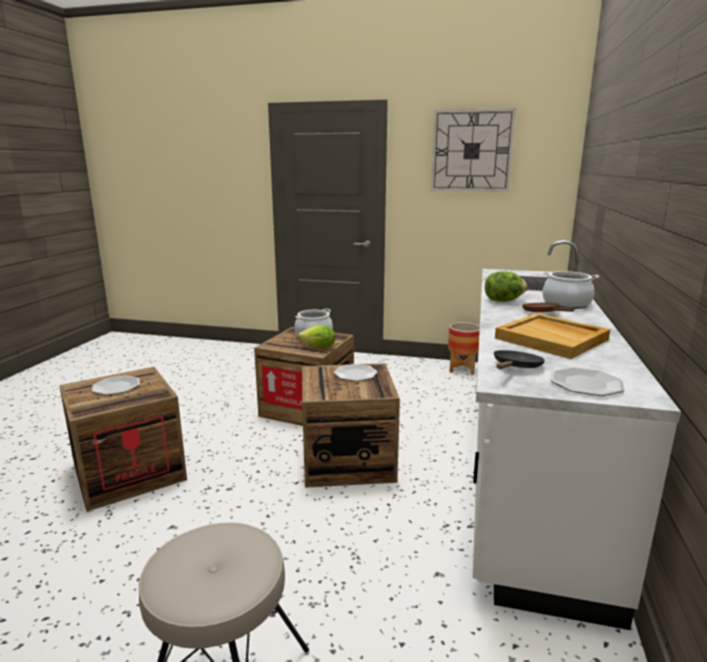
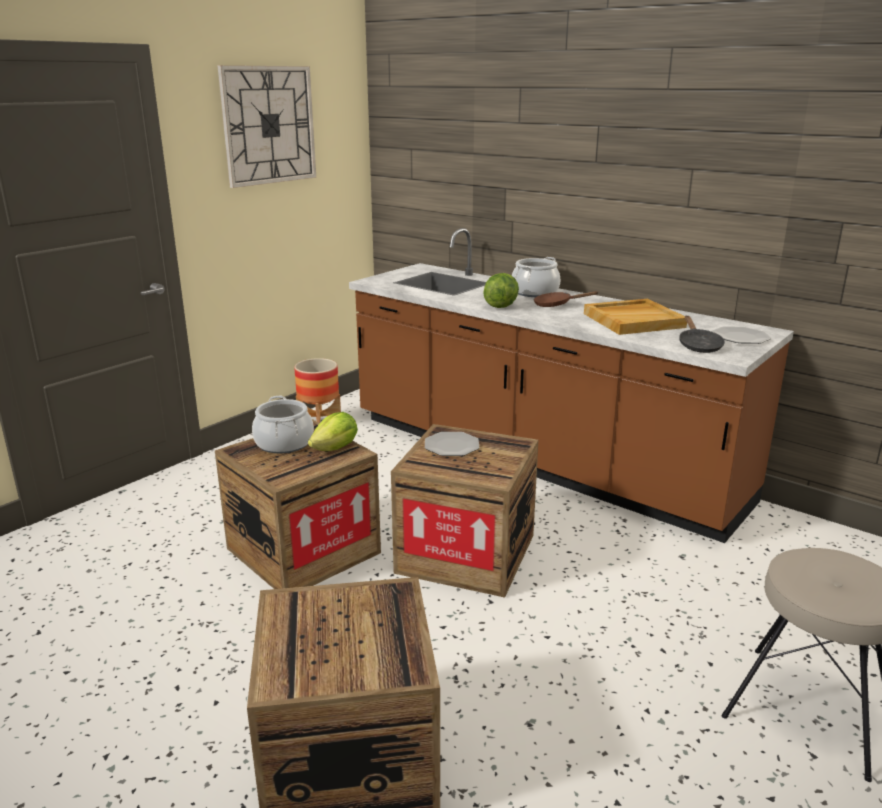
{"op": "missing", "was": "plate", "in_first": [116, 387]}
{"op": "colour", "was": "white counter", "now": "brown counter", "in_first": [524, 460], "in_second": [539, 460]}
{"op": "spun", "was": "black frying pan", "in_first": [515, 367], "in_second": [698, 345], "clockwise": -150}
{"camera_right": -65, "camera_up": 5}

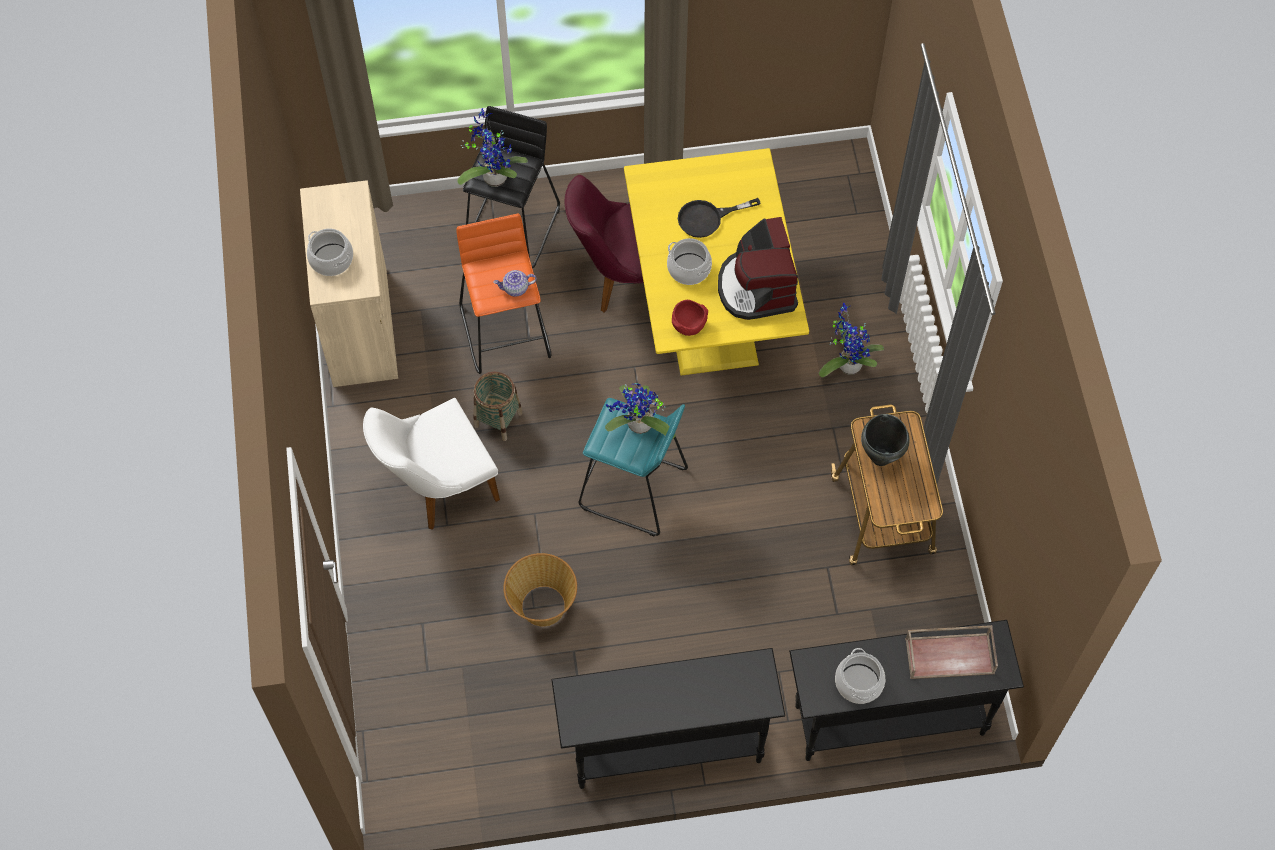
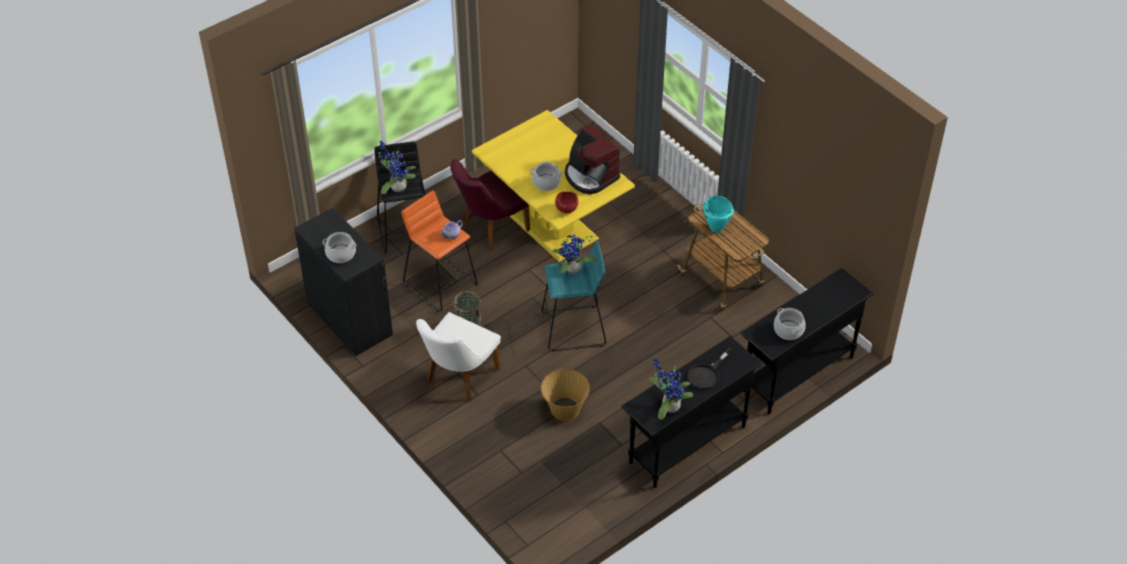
{"op": "missing", "was": "brown tray", "in_first": [950, 655]}
{"op": "relocated", "was": "black frying pan", "in_first": [707, 218], "in_second": [707, 374]}
{"op": "relocated", "was": "potted plant", "in_first": [847, 363], "in_second": [668, 406]}
{"op": "colour", "was": "beige cabinet", "now": "black cabinet", "in_first": [360, 327], "in_second": [349, 319]}
{"op": "colour", "was": "black cooking pot", "now": "turquoise cooking pot", "in_first": [880, 457], "in_second": [716, 228]}
{"camera_right": -30, "camera_up": -15}

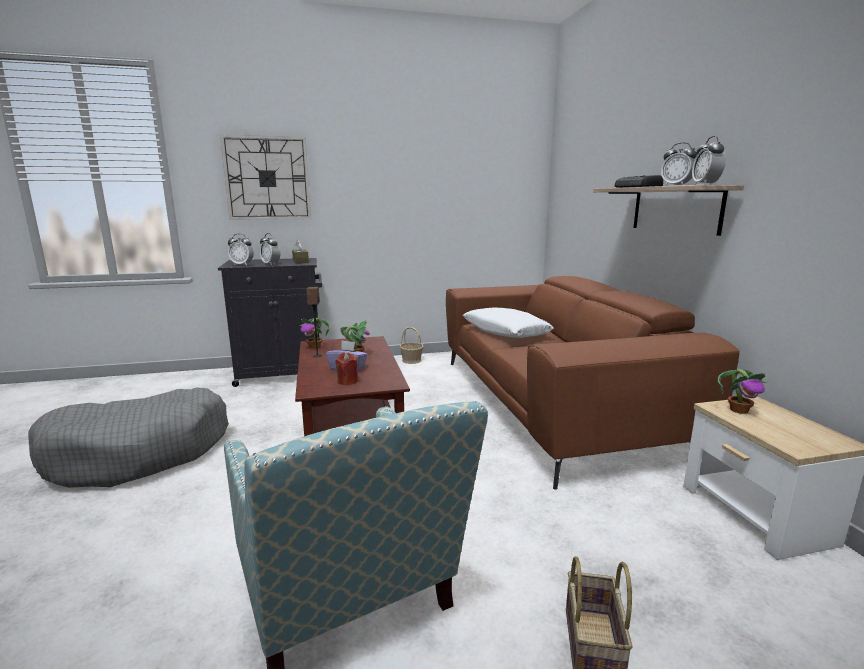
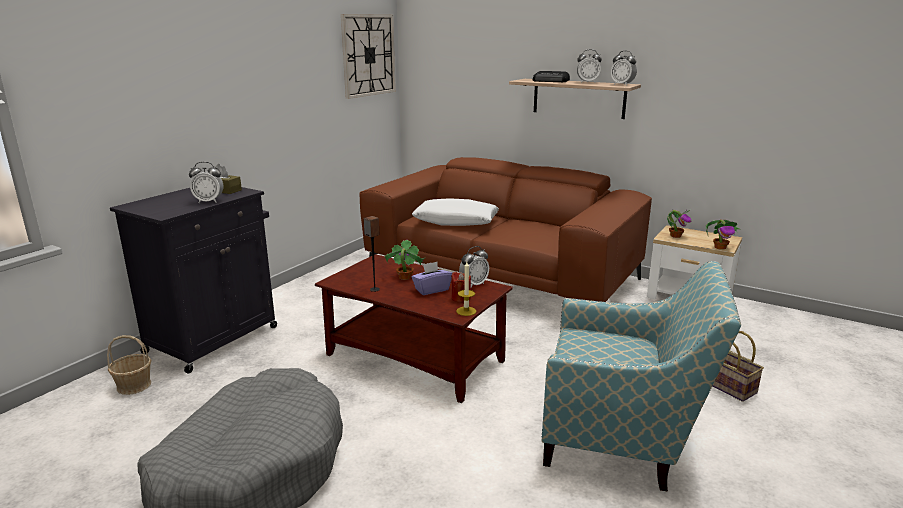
{"op": "appeared", "now": "candle", "in_second": [466, 311]}
{"op": "relocated", "was": "wall clock", "in_first": [267, 178], "in_second": [368, 55]}
{"op": "relocated", "was": "alarm clock", "in_first": [242, 265], "in_second": [474, 284]}
{"op": "relocated", "was": "potted plant", "in_first": [315, 347], "in_second": [720, 247]}
{"op": "relocated", "was": "basket", "in_first": [411, 360], "in_second": [134, 385]}
{"camera_right": -45, "camera_up": 5}

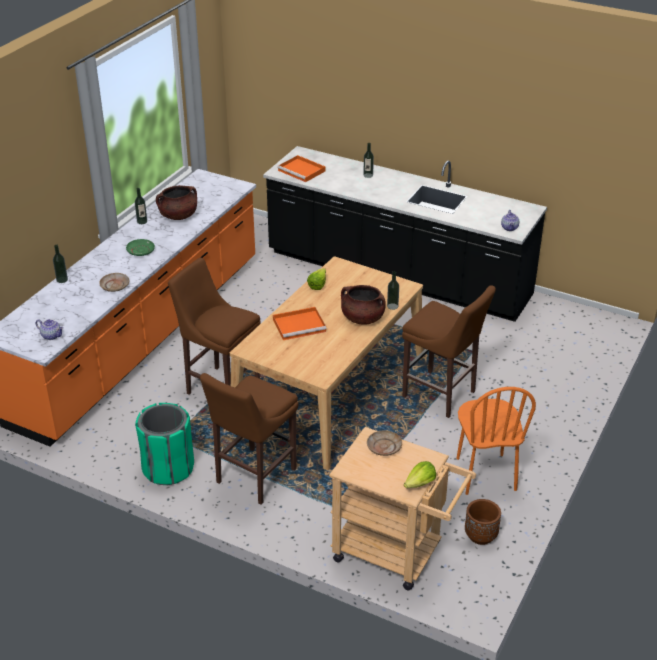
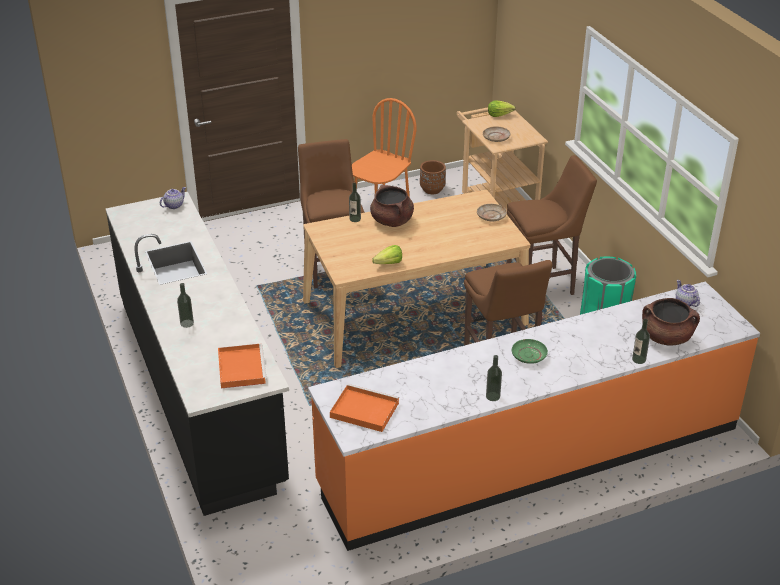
{"op": "relocated", "was": "beige plate", "in_first": [115, 286], "in_second": [491, 216]}
{"op": "relocated", "was": "brown cooking pot", "in_first": [178, 216], "in_second": [666, 337]}
{"op": "relocated", "was": "orange tray", "in_first": [300, 325], "in_second": [363, 410]}
{"camera_right": -140, "camera_up": 0}

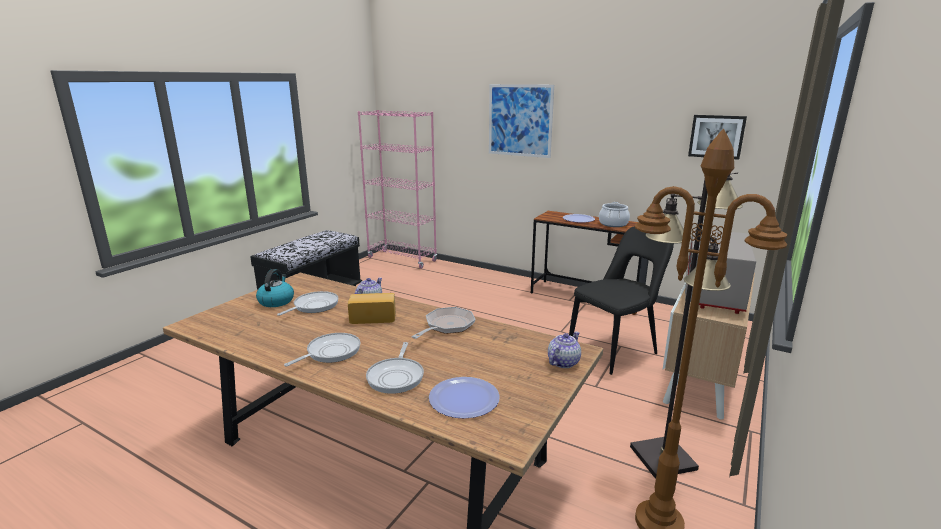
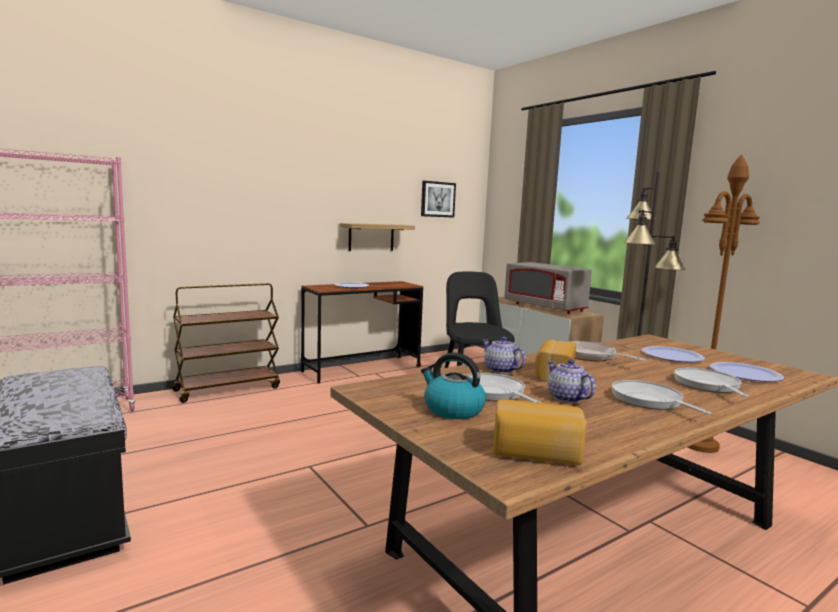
{"op": "missing", "was": "picture", "in_first": [520, 120]}
{"op": "missing", "was": "cooking pot", "in_first": [613, 224]}
{"op": "appeared", "now": "brown cart", "in_second": [228, 389]}
{"op": "appeared", "now": "shelf", "in_second": [371, 237]}
{"op": "appeared", "now": "bread", "in_second": [536, 454]}
{"op": "appeared", "now": "plate", "in_second": [672, 356]}
{"op": "relocated", "was": "teapot", "in_first": [563, 362], "in_second": [566, 398]}
{"op": "spun", "was": "frying pan", "in_first": [396, 376], "in_second": [708, 385], "clockwise": -120}
{"camera_right": -65, "camera_up": -10}

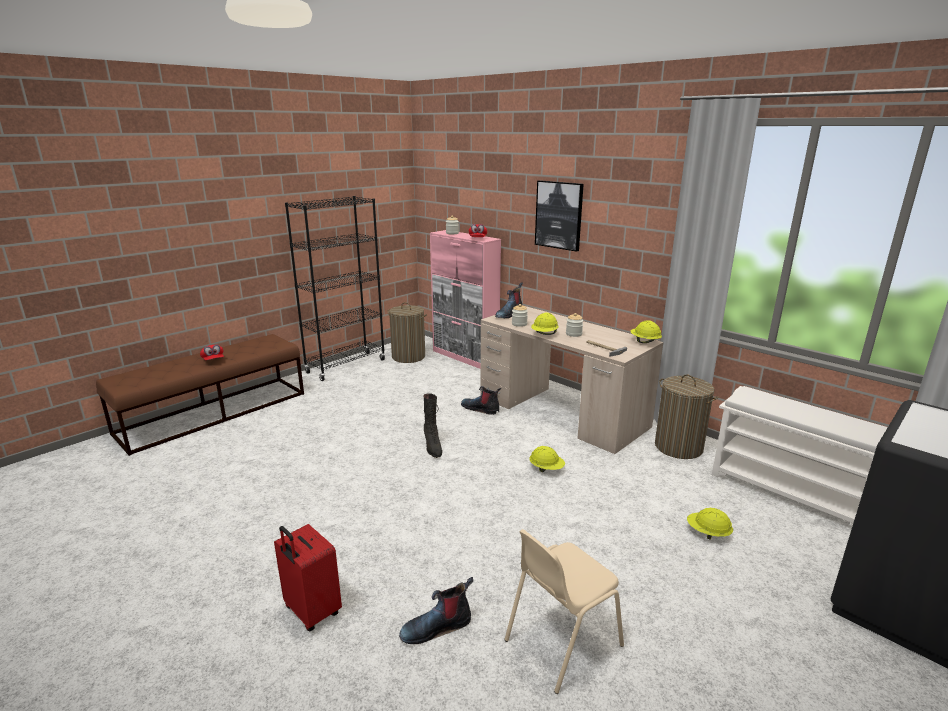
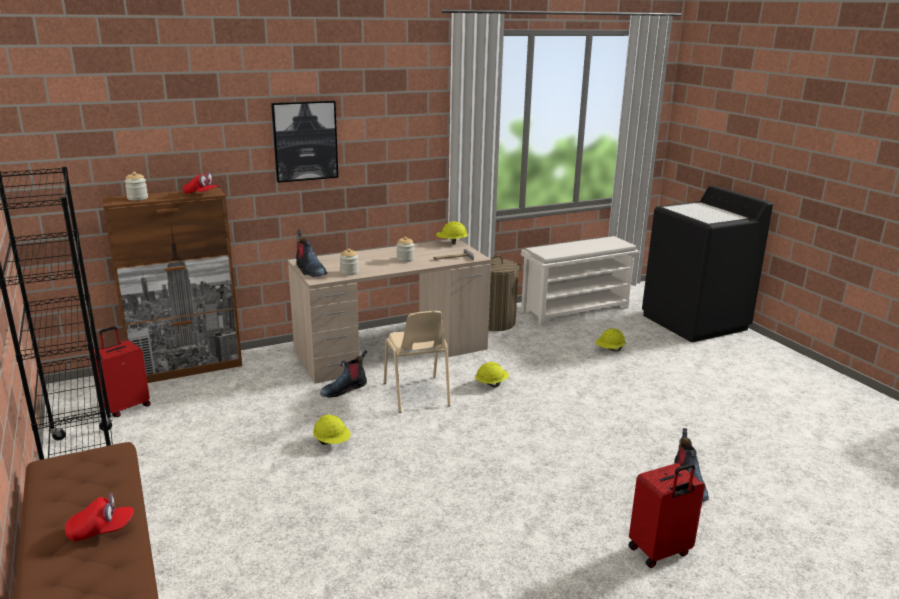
{"op": "missing", "was": "black boot", "in_first": [432, 447]}
{"op": "relocated", "was": "beige chair", "in_first": [561, 642], "in_second": [416, 395]}
{"op": "relocated", "was": "yellow hard hat", "in_first": [544, 334], "in_second": [332, 442]}
{"op": "exchanged", "was": "laundry basket", "now": "red suitcase", "in_first": [408, 356], "in_second": [125, 407]}
{"op": "colour", "was": "pink cabinet", "now": "brown cabinet", "in_first": [465, 357], "in_second": [187, 368]}
{"camera_right": -70, "camera_up": 0}

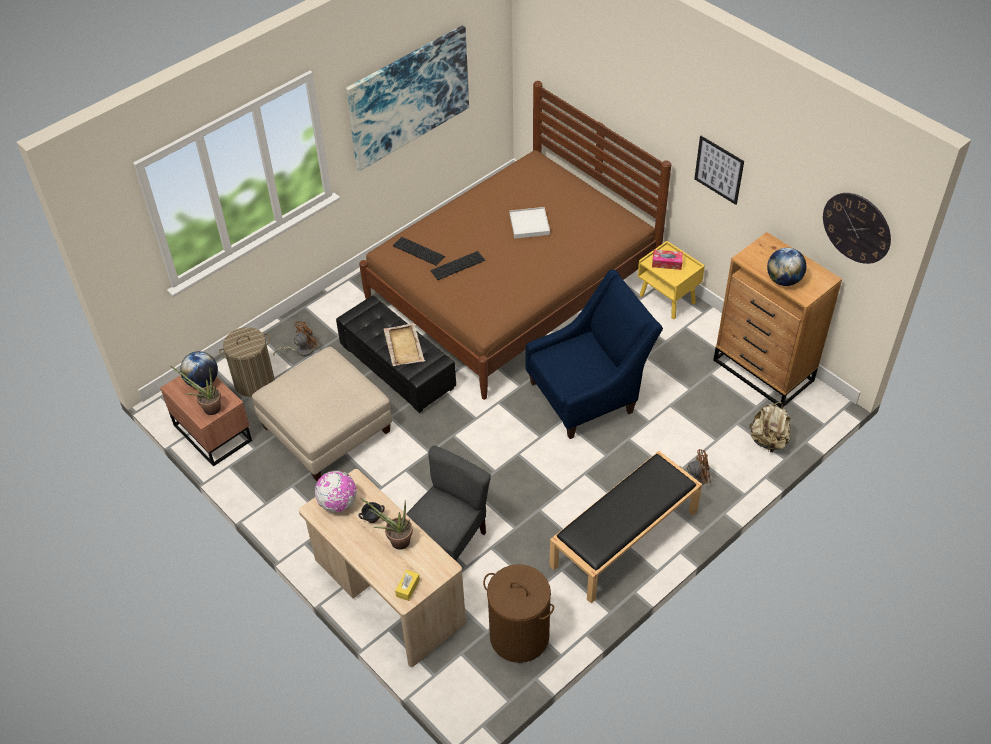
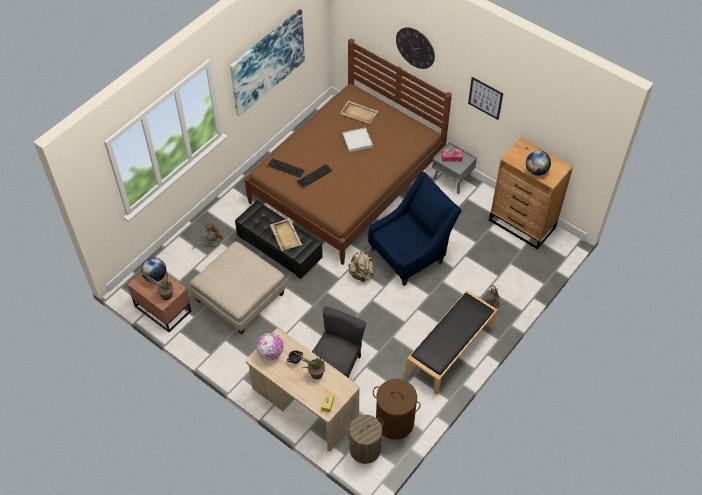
{"op": "appeared", "now": "beige tray", "in_second": [358, 113]}
{"op": "relocated", "was": "laundry basket", "in_first": [254, 382], "in_second": [365, 449]}
{"op": "relocated", "was": "beige backpack", "in_first": [768, 441], "in_second": [361, 274]}
{"op": "relocated", "was": "wall clock", "in_first": [856, 227], "in_second": [415, 47]}
{"op": "colour", "was": "yellow nightstand", "now": "grey nightstand", "in_first": [668, 299], "in_second": [452, 180]}
{"camera_right": -10, "camera_up": 5}

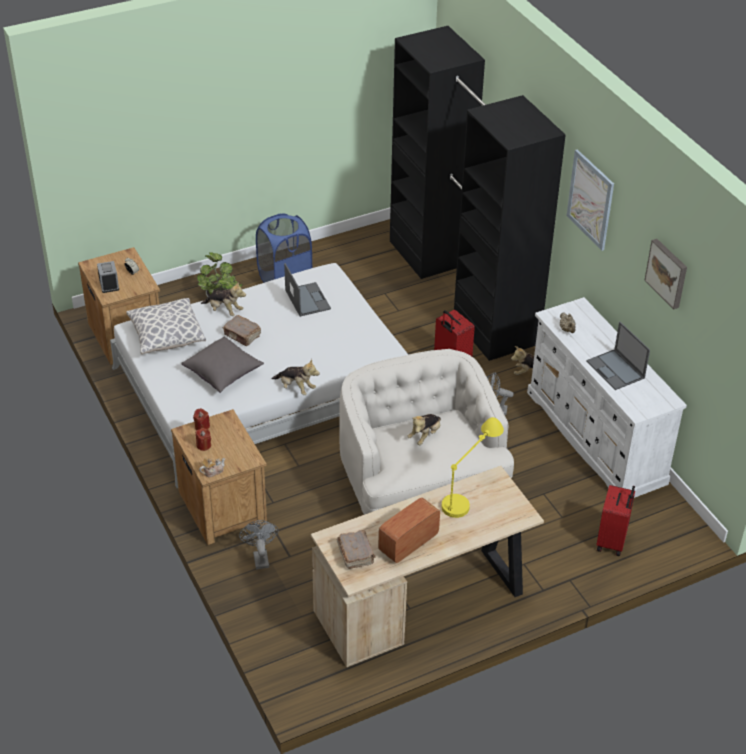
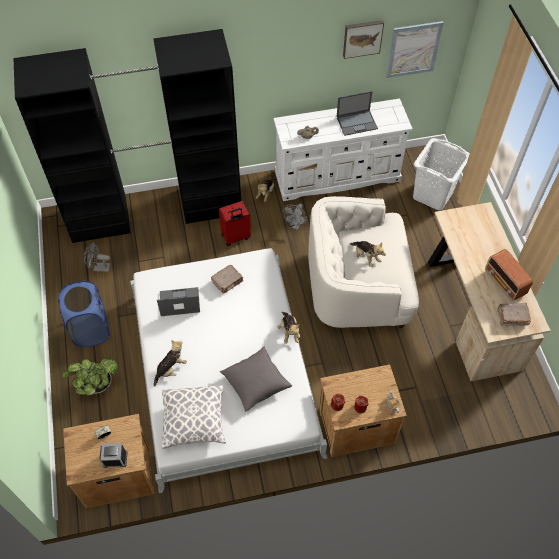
{"op": "missing", "was": "yellow table lamp", "in_first": [469, 492]}
{"op": "relocated", "was": "brown book", "in_first": [242, 335], "in_second": [228, 281]}
{"op": "relocated", "was": "grey fan", "in_first": [260, 557], "in_second": [99, 268]}
{"op": "relocated", "was": "picture", "in_first": [590, 199], "in_second": [413, 49]}
{"op": "exchanged", "was": "red suitcase", "now": "white laundry basket", "in_first": [612, 541], "in_second": [433, 194]}
{"op": "spun", "was": "plush toy", "in_first": [296, 388], "in_second": [289, 332], "clockwise": 120}
{"camera_right": -75, "camera_up": 15}

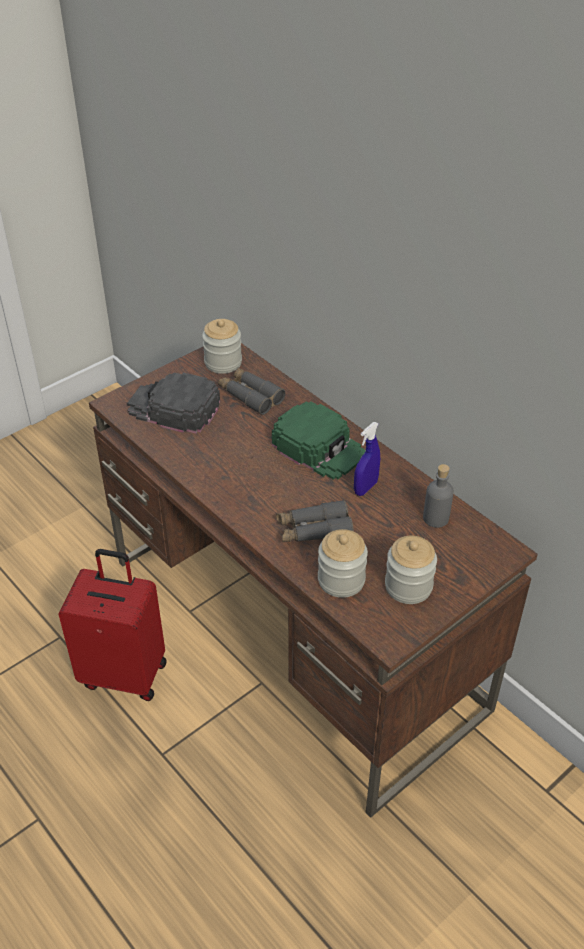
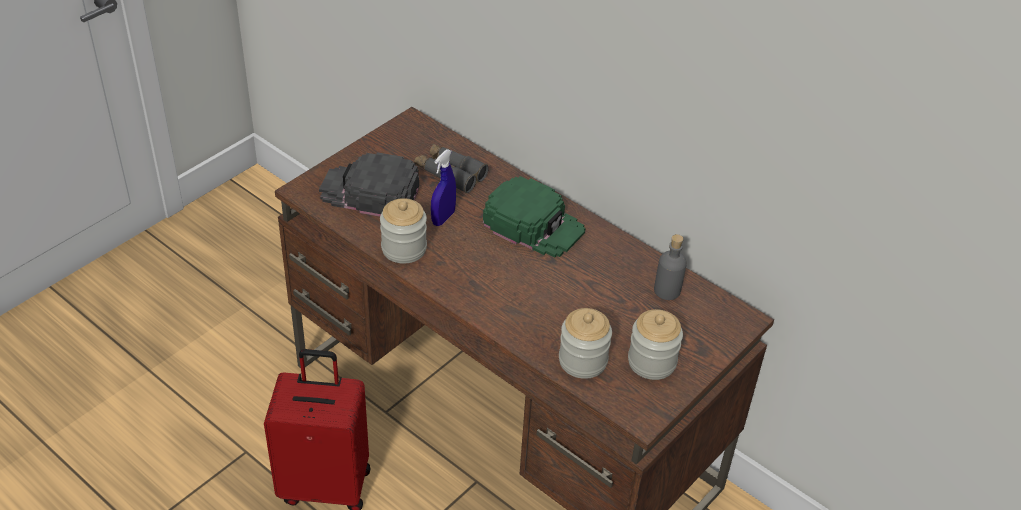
{"op": "missing", "was": "grey binoculars", "in_first": [313, 530]}
{"op": "relocated", "was": "jar", "in_first": [223, 363], "in_second": [404, 249]}
{"op": "relocated", "was": "blue spray bottle", "in_first": [365, 488], "in_second": [443, 218]}
{"camera_right": -10, "camera_up": 0}

